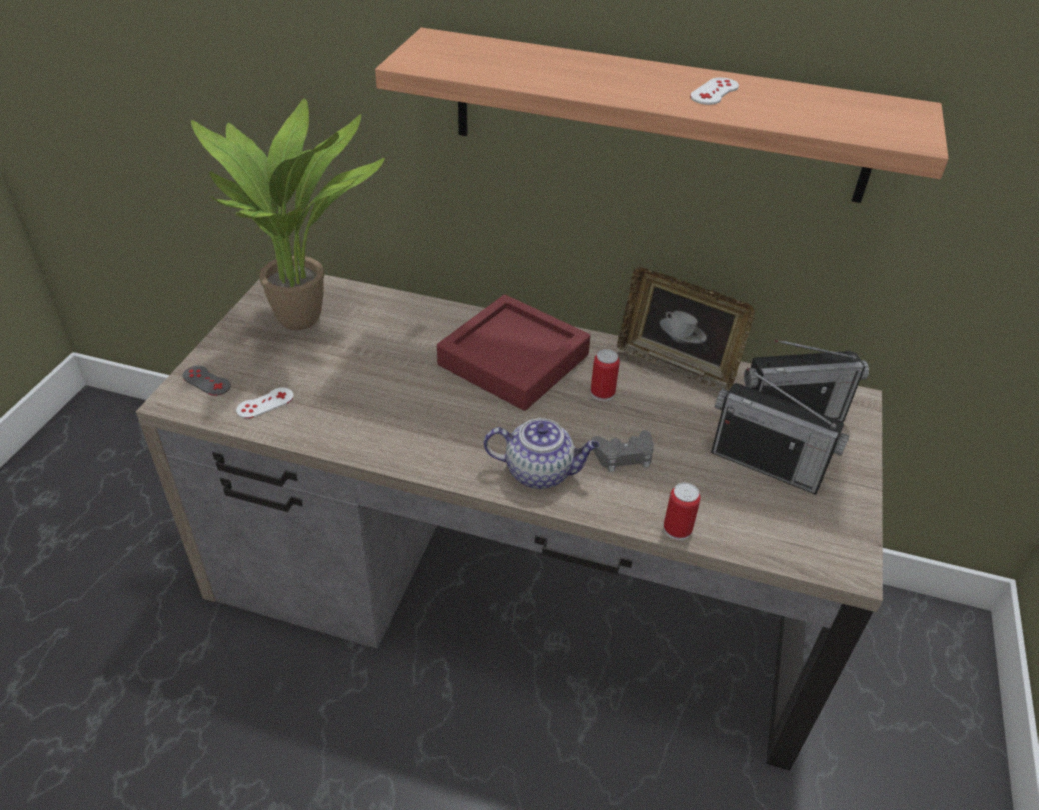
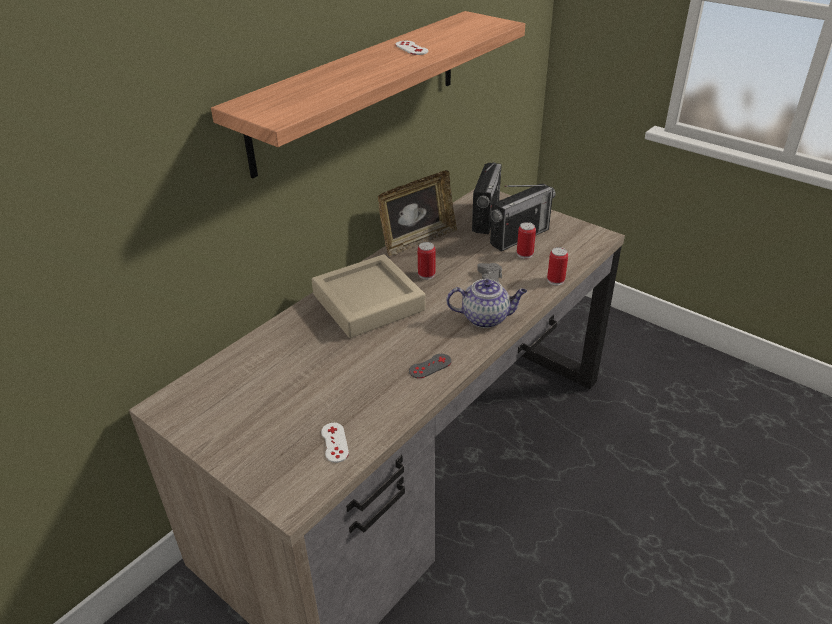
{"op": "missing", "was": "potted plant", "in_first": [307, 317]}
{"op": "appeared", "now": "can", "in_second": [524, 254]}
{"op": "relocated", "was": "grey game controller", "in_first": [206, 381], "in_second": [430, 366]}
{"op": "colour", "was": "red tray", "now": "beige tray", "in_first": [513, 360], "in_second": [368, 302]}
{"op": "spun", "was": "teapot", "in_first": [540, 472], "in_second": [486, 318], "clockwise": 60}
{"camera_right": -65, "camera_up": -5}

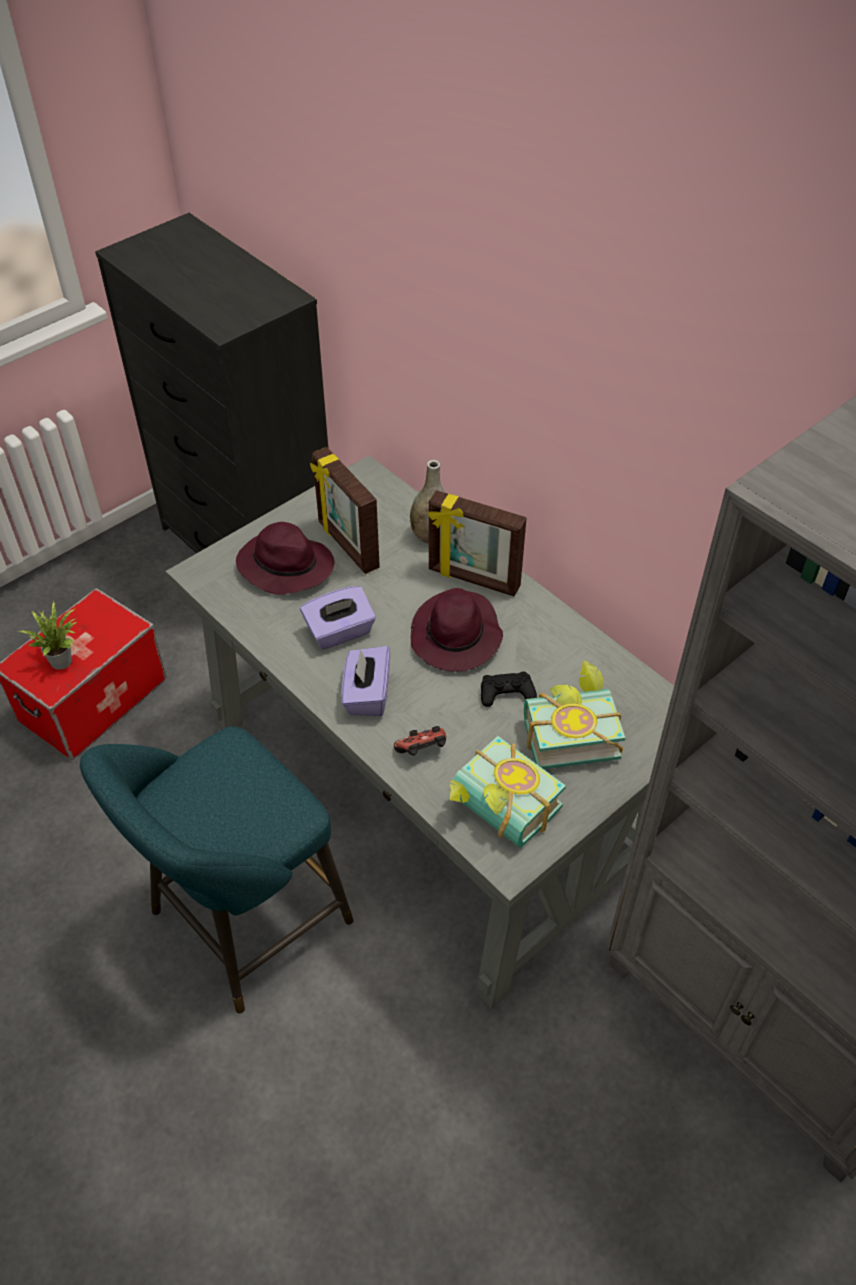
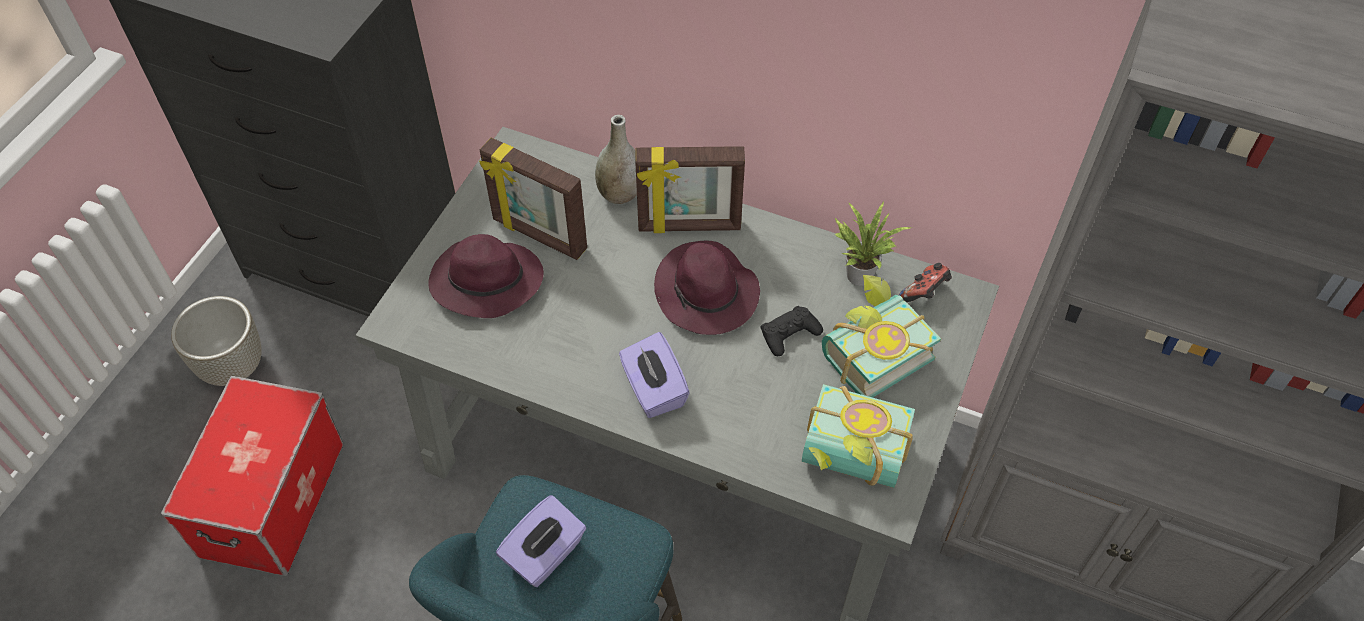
{"op": "appeared", "now": "grey planter", "in_second": [233, 366]}
{"op": "relocated", "was": "potted plant", "in_first": [62, 659], "in_second": [858, 272]}
{"op": "relocated", "was": "purple tissue box", "in_first": [340, 632], "in_second": [545, 554]}
{"op": "relocated", "was": "game controller", "in_first": [422, 751], "in_second": [924, 293]}
{"camera_right": -25, "camera_up": 5}

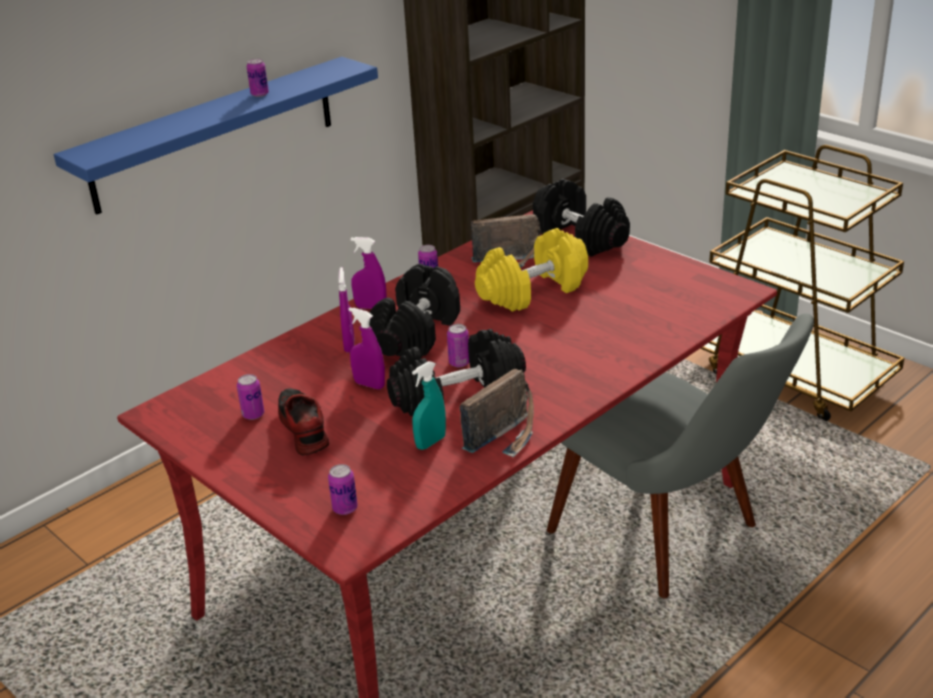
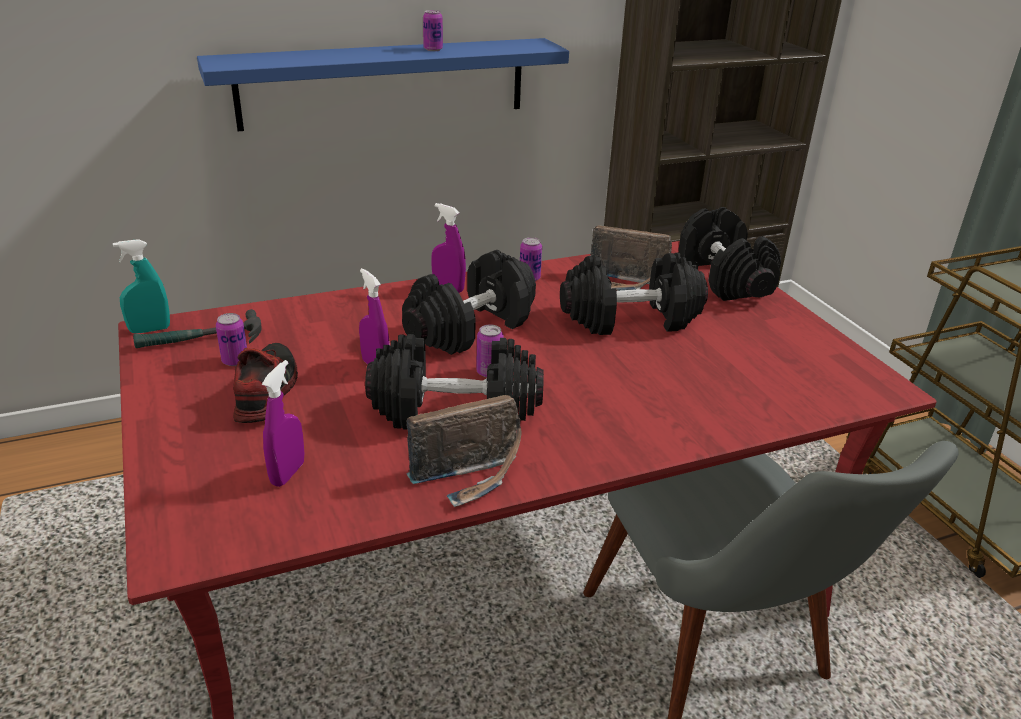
{"op": "missing", "was": "can", "in_first": [345, 508]}
{"op": "appeared", "now": "hammer", "in_second": [200, 340]}
{"op": "relocated", "was": "purple spray bottle", "in_first": [349, 345], "in_second": [287, 473]}
{"op": "relocated", "was": "turquoise spray bottle", "in_first": [430, 442], "in_second": [150, 330]}
{"op": "colour", "was": "yellow dumbbell", "now": "black dumbbell", "in_first": [532, 291], "in_second": [630, 319]}
{"camera_right": 20, "camera_up": 0}

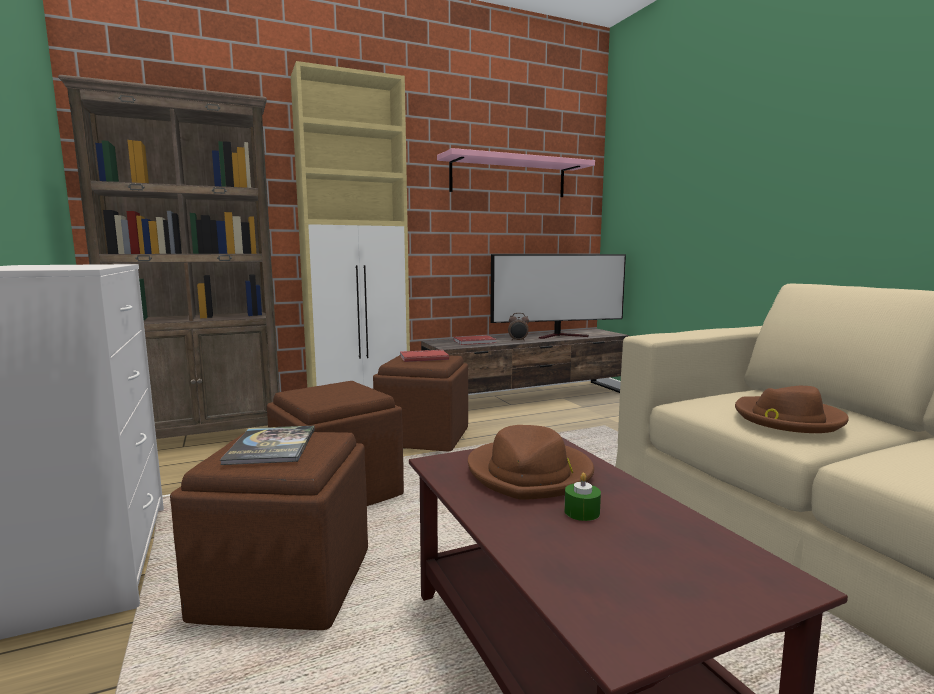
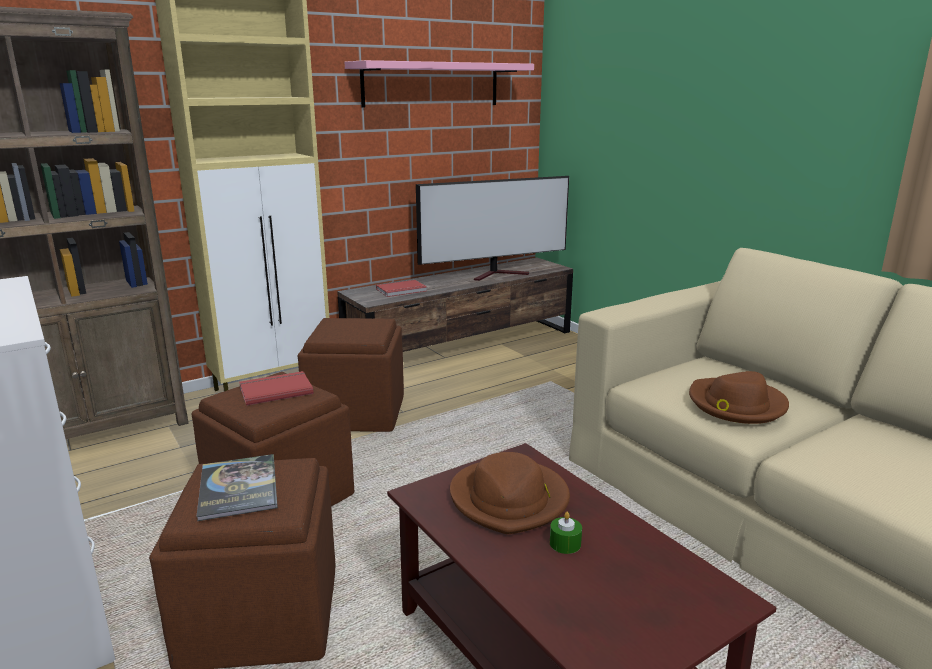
{"op": "missing", "was": "alarm clock", "in_first": [518, 341]}
{"op": "relocated", "was": "red book", "in_first": [423, 357], "in_second": [275, 390]}
{"camera_right": -10, "camera_up": 10}

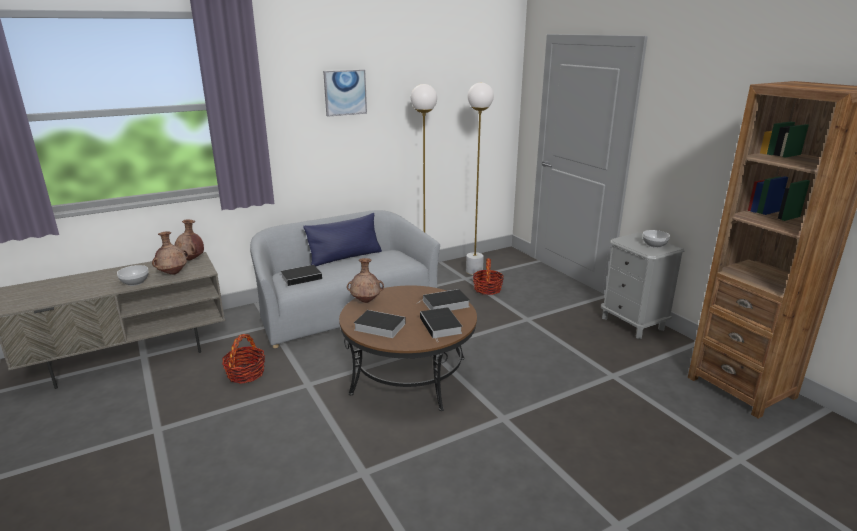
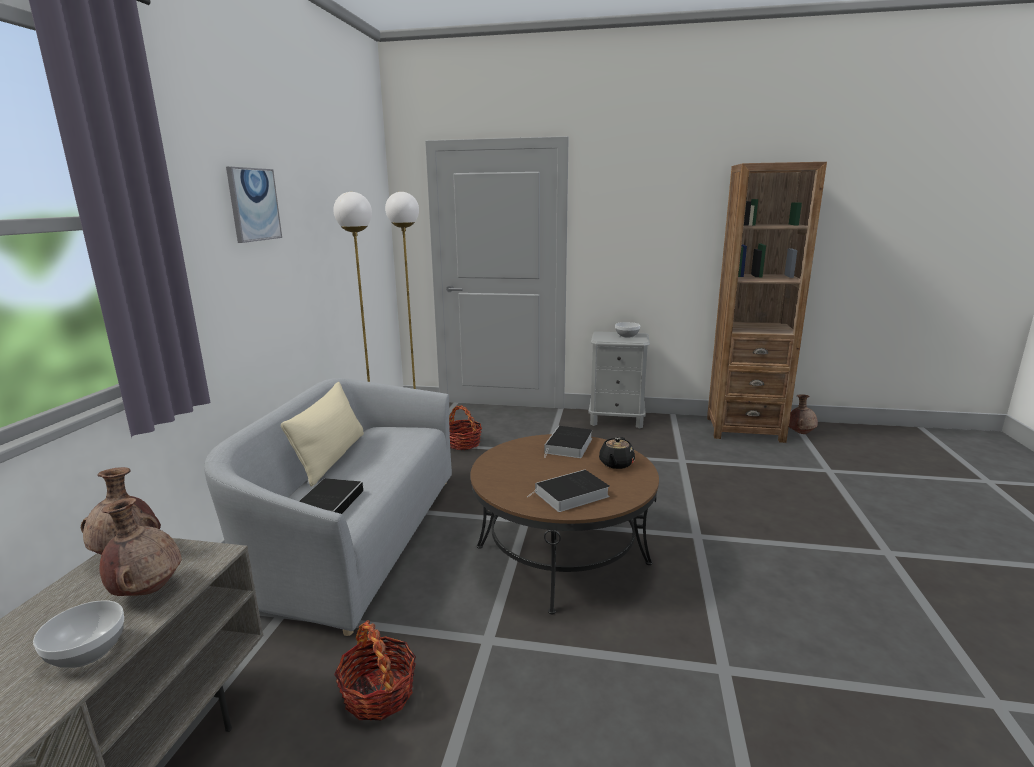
{"op": "relocated", "was": "brown vase", "in_first": [366, 301], "in_second": [800, 433]}
{"op": "exchanged", "was": "book", "now": "black teapot", "in_first": [441, 326], "in_second": [616, 464]}
{"op": "colour", "was": "blue pillow", "now": "beige pillow", "in_first": [345, 257], "in_second": [331, 458]}
{"camera_right": -50, "camera_up": -5}

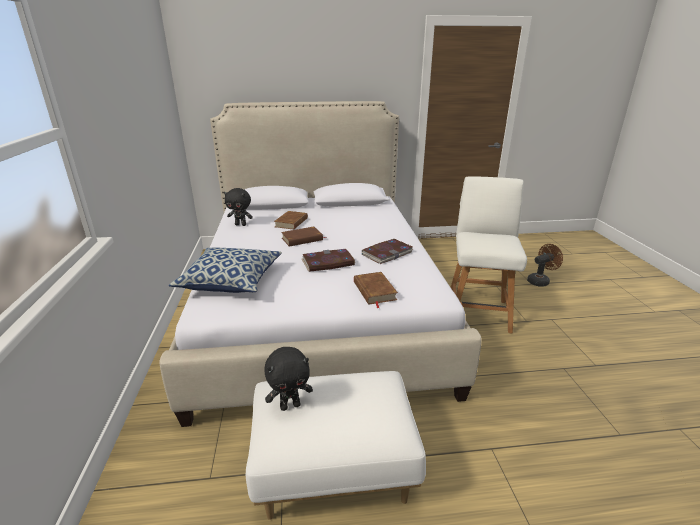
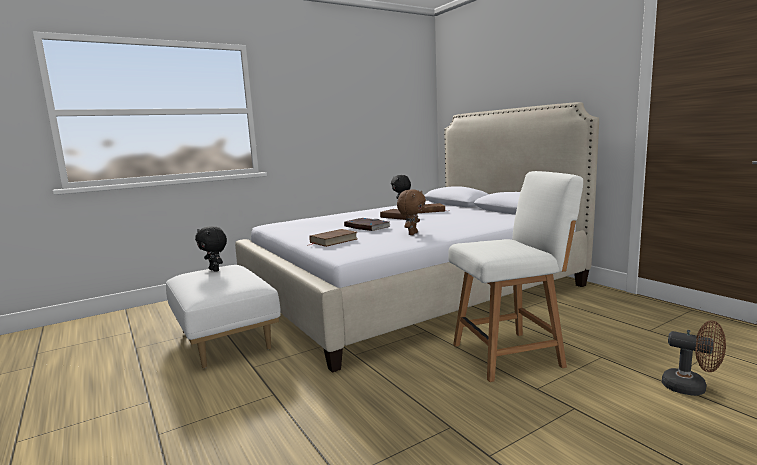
{"op": "missing", "was": "pillow", "in_first": [231, 281]}
{"op": "exchanged", "was": "book", "now": "brown plush toy", "in_first": [387, 253], "in_second": [412, 234]}
{"camera_right": 65, "camera_up": -15}

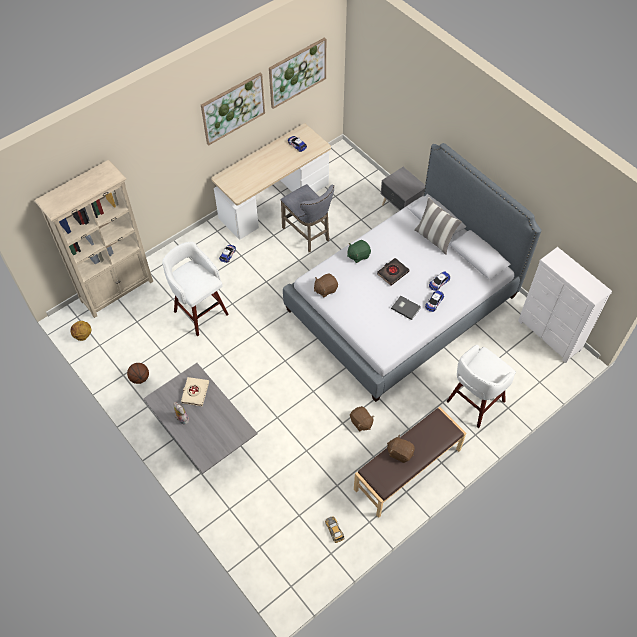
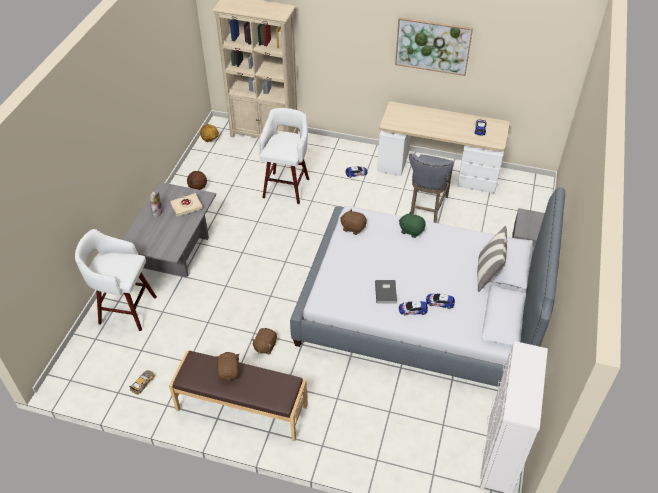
{"op": "missing", "was": "picture", "in_first": [297, 72]}
{"op": "missing", "was": "black book", "in_first": [392, 273]}
{"op": "relocated", "was": "white stool", "in_first": [474, 402], "in_second": [126, 309]}
{"camera_right": 55, "camera_up": -10}

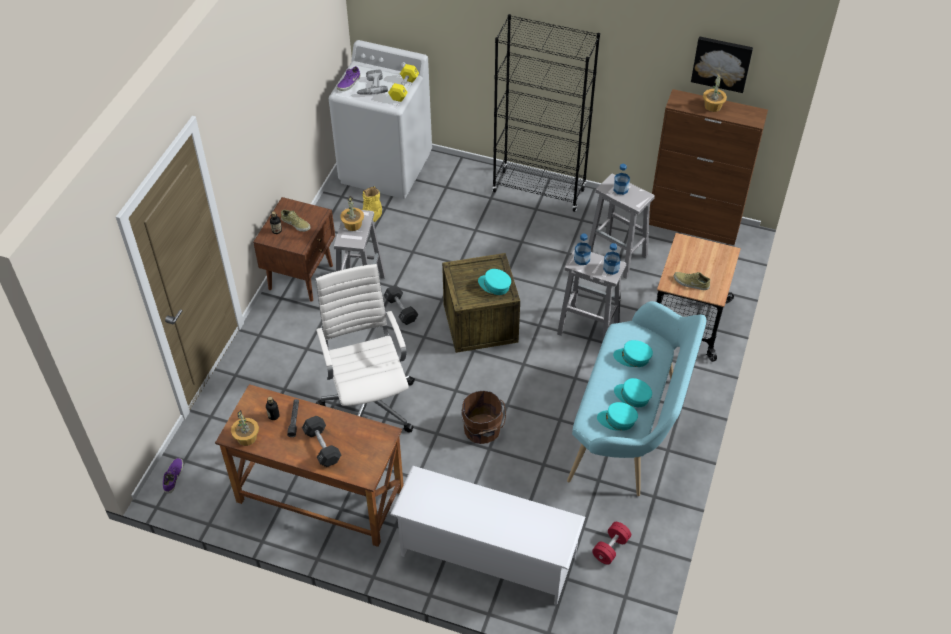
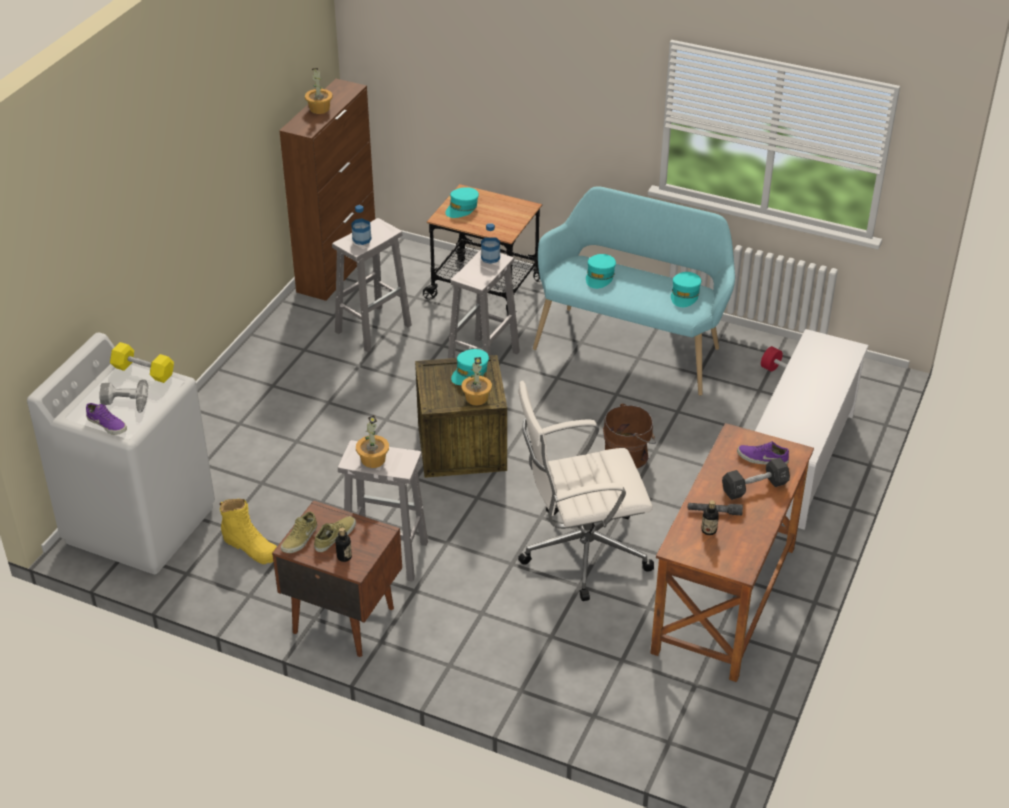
{"op": "missing", "was": "black dumbbell", "in_first": [401, 310]}
{"op": "missing", "was": "black bookcase", "in_first": [539, 190]}
{"op": "missing", "was": "bottle", "in_first": [582, 259]}
{"op": "missing", "was": "picture", "in_first": [721, 63]}
{"op": "relocated", "was": "purple shoe", "in_first": [173, 477], "in_second": [762, 459]}
{"op": "relocated", "was": "potted plant", "in_first": [247, 437], "in_second": [476, 398]}
{"op": "relocated", "was": "turquoise cap", "in_first": [632, 396], "in_second": [462, 208]}
{"op": "relocated", "was": "beige shoe", "in_first": [691, 283], "in_second": [300, 539]}
{"camera_right": -85, "camera_up": -10}

